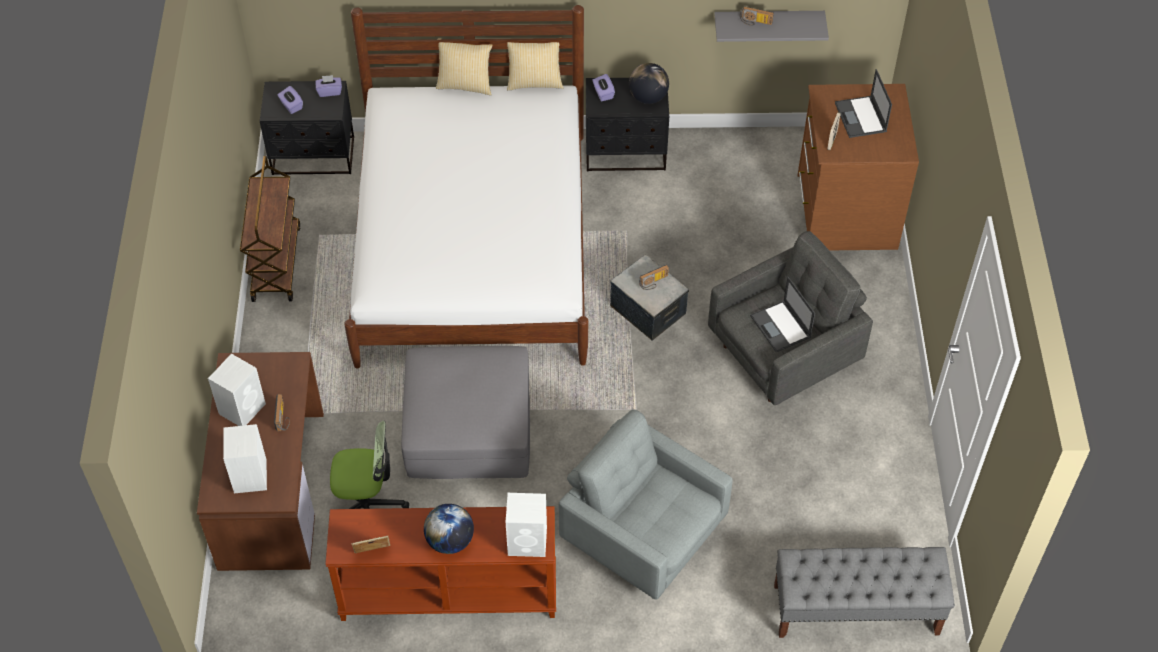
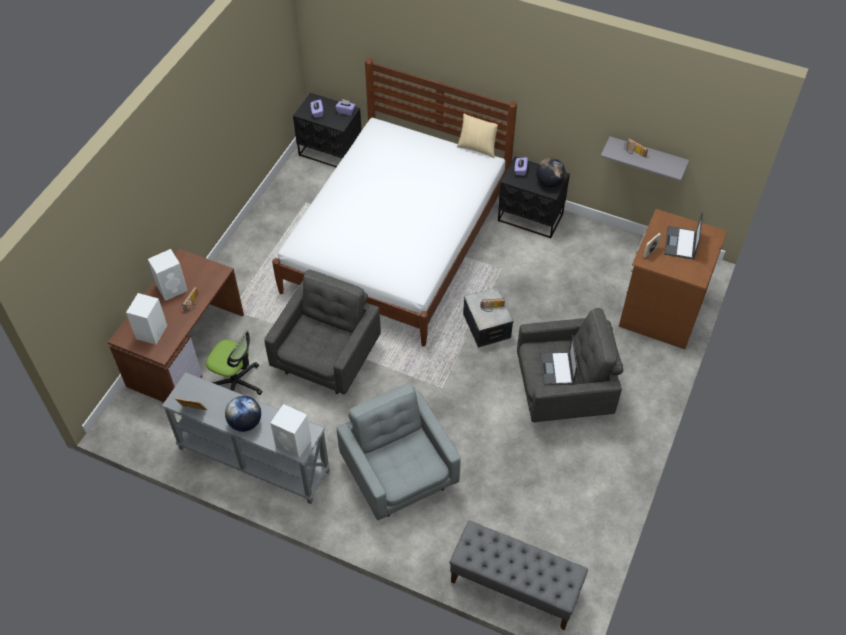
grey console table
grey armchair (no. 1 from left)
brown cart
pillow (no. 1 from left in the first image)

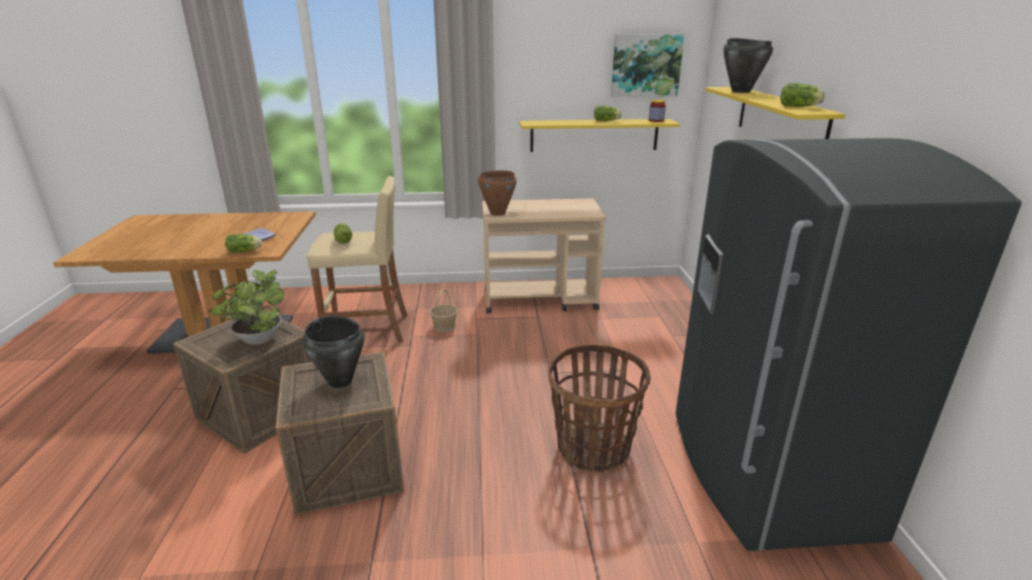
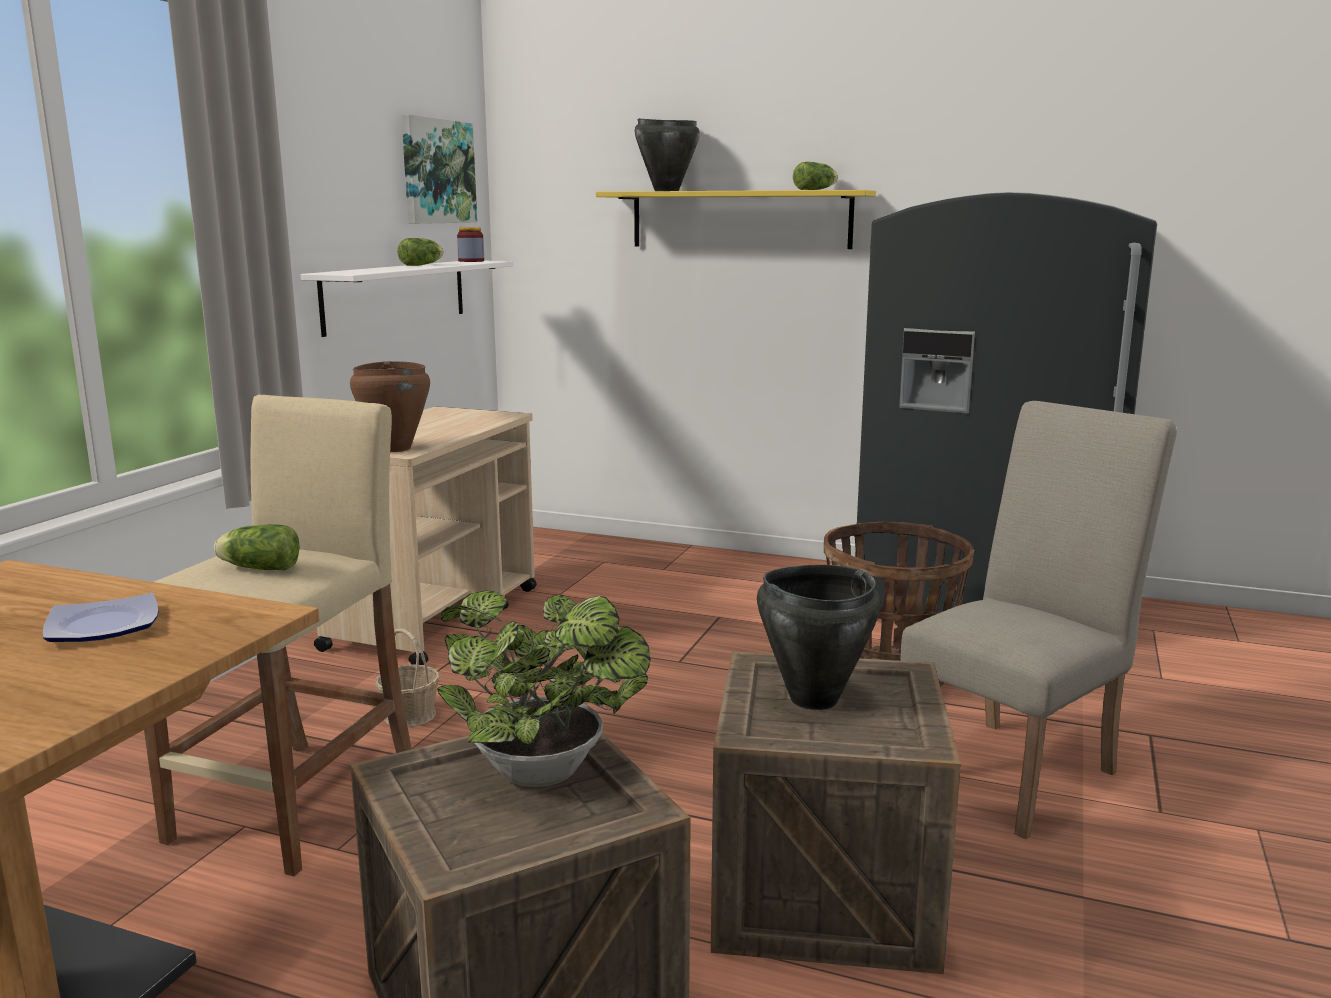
white shelf
beige chair
lettuce (no. 1 from left in the first image)

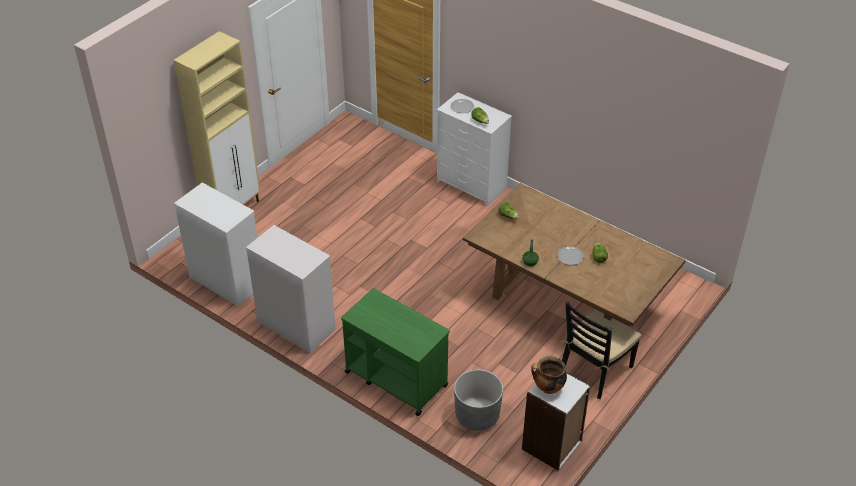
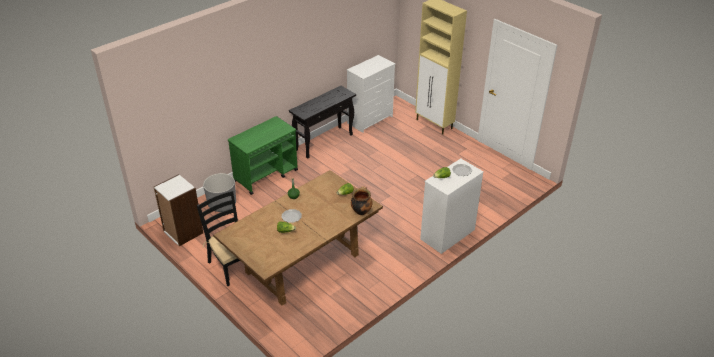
black console table
cooking pot

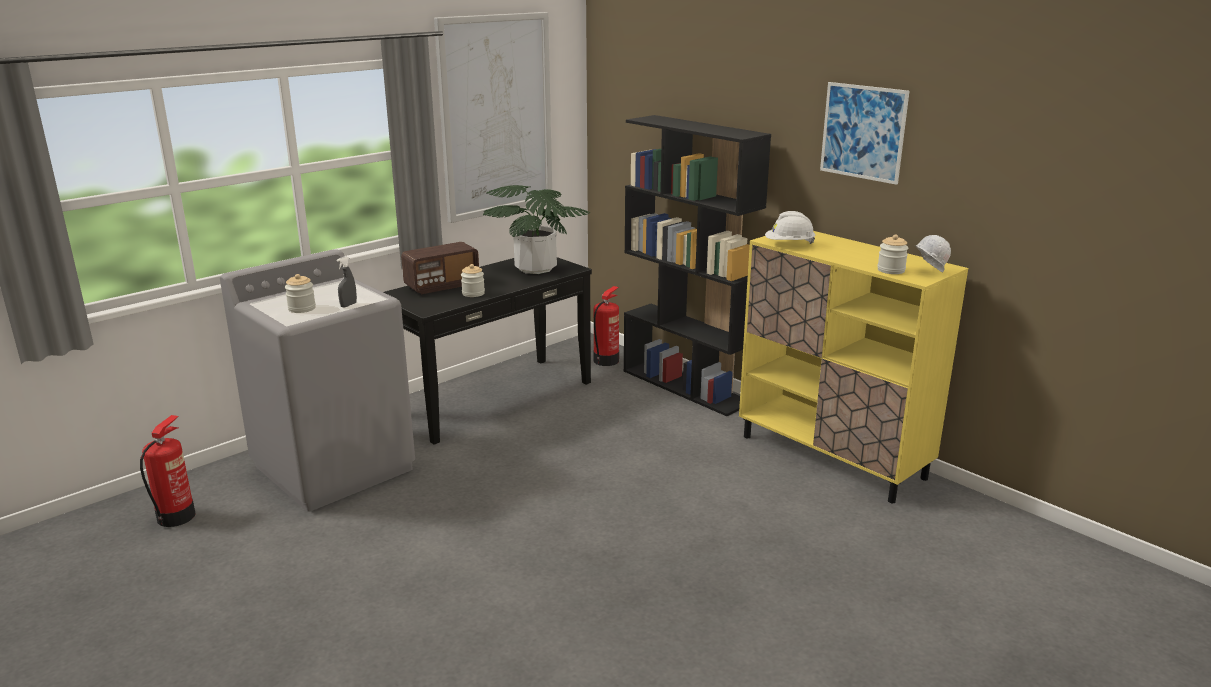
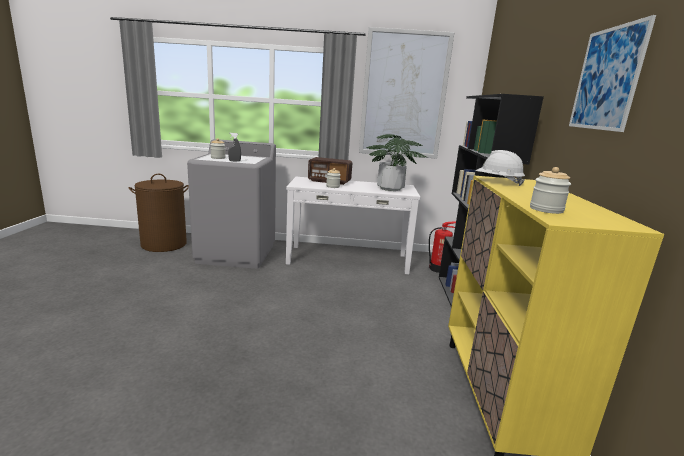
brown laundry basket
white console table
white hard hat (no. 2 from left in the first image)

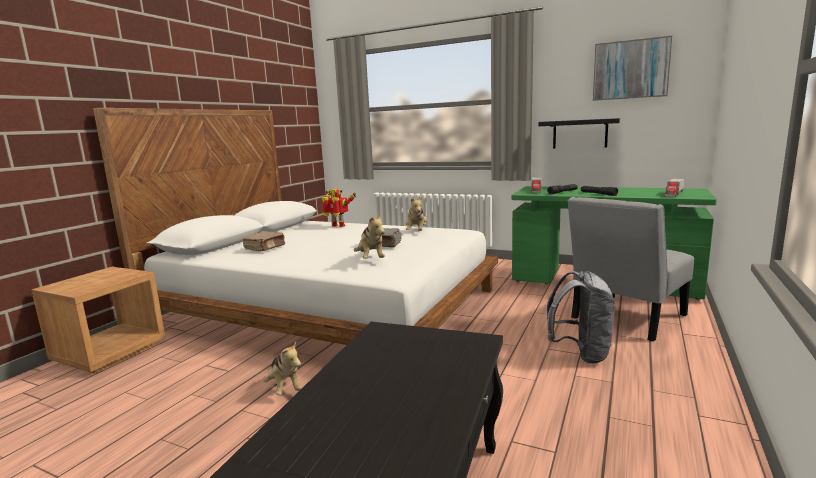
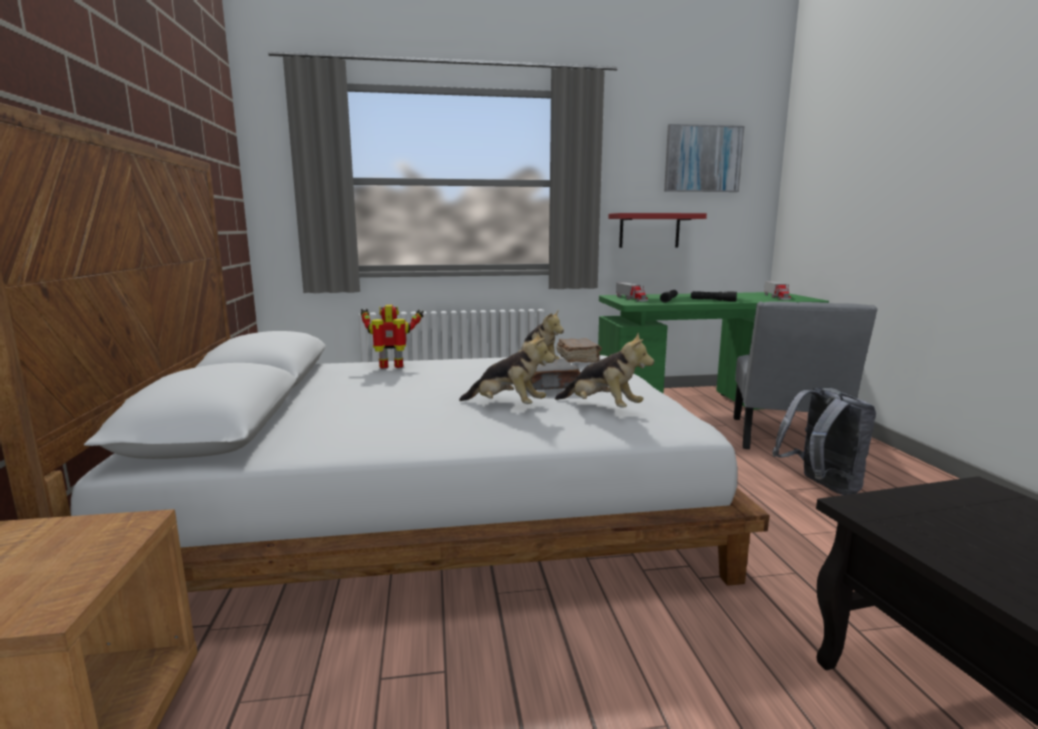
plush toy (no. 1 from left)
brown book
red shelf

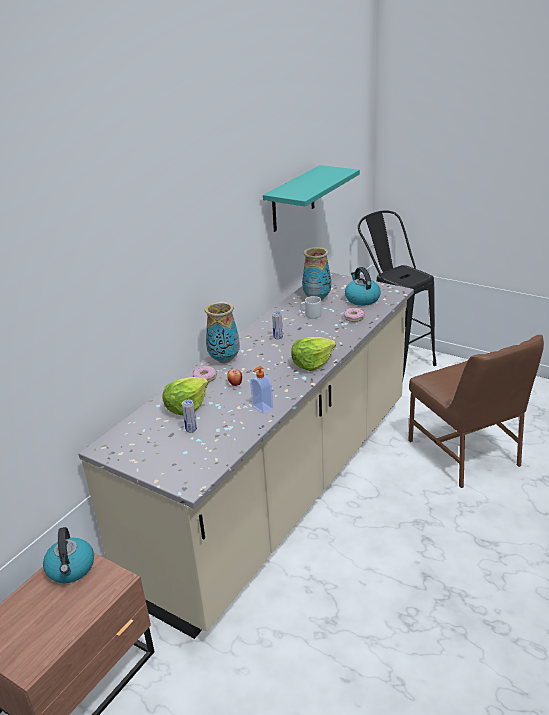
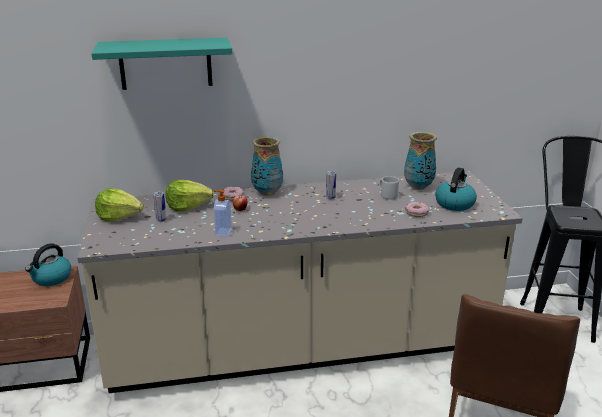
turquoise shelf
lettuce (no. 1 from left)

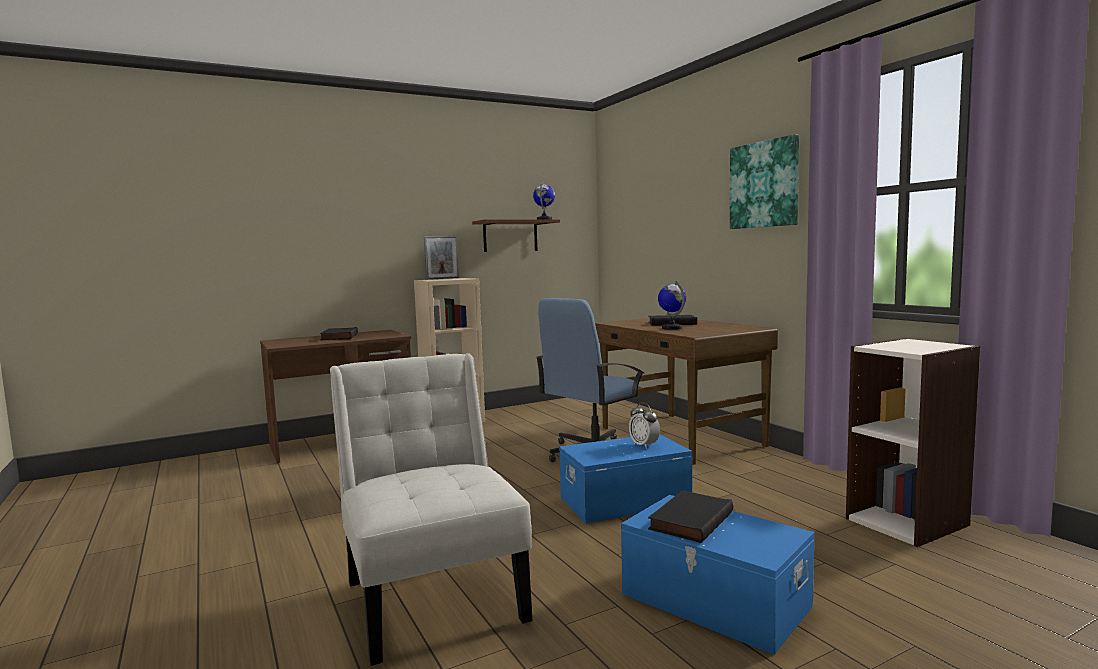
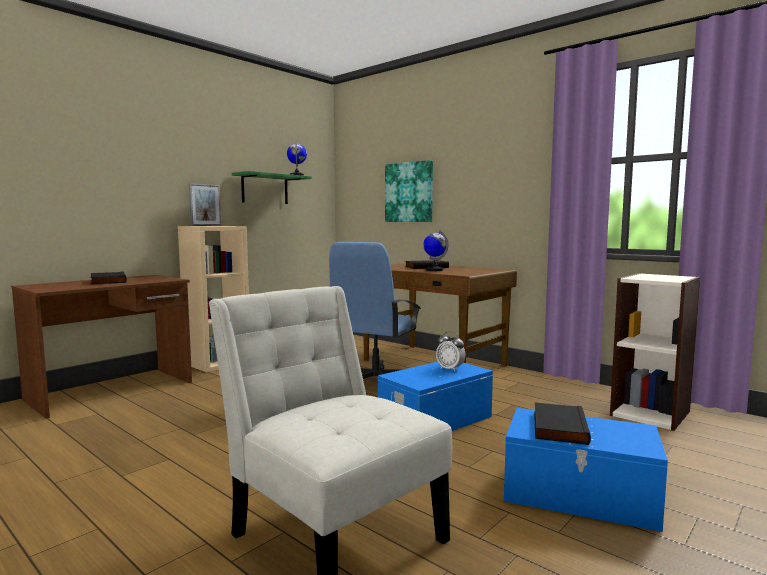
green shelf
picture

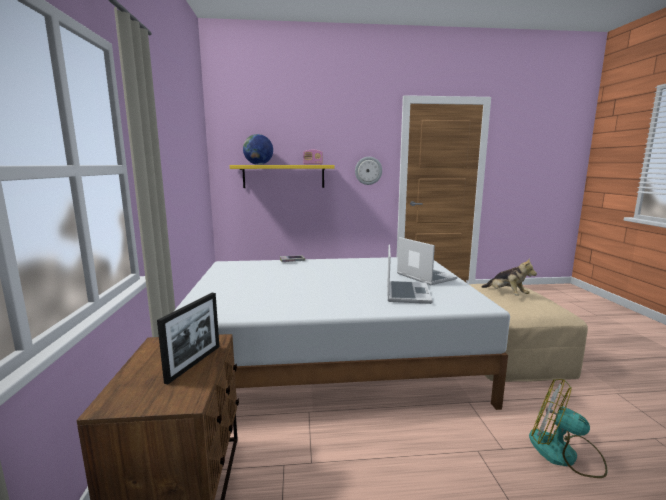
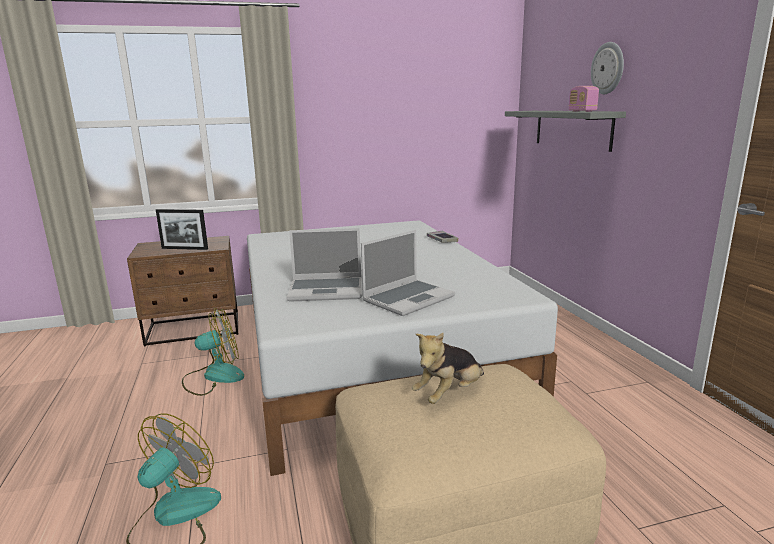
fan (no. 2 from left)
grey shelf
wall clock
globe

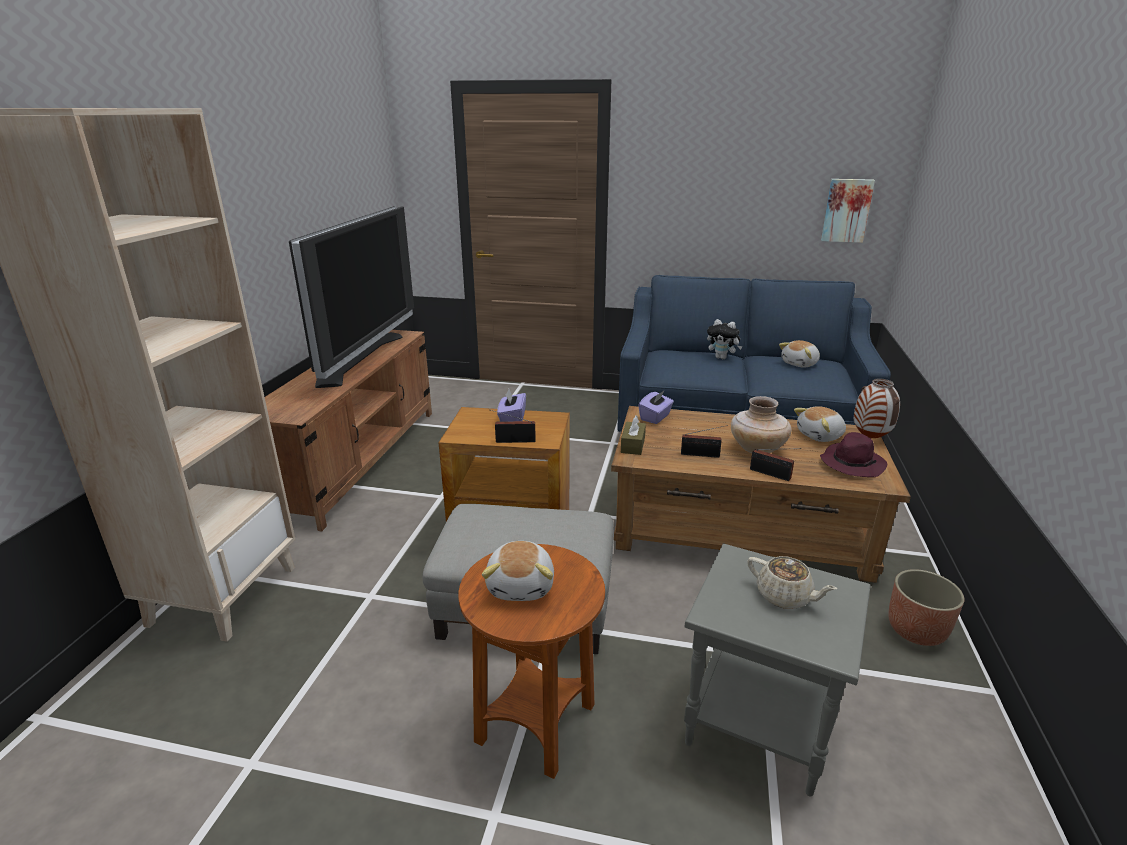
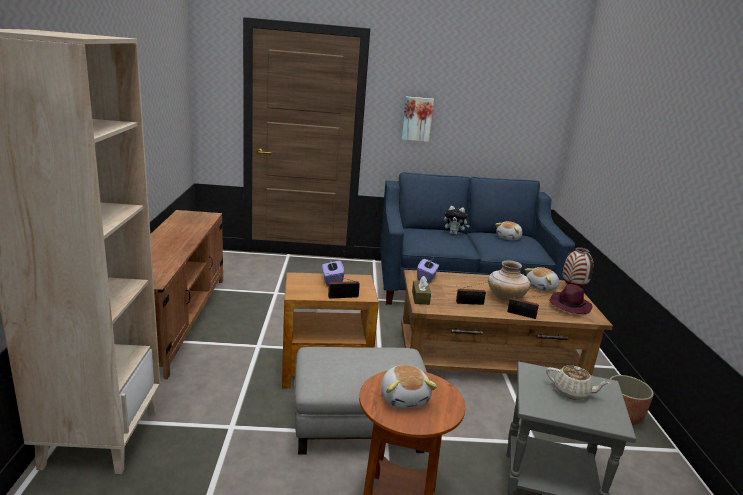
picture
television

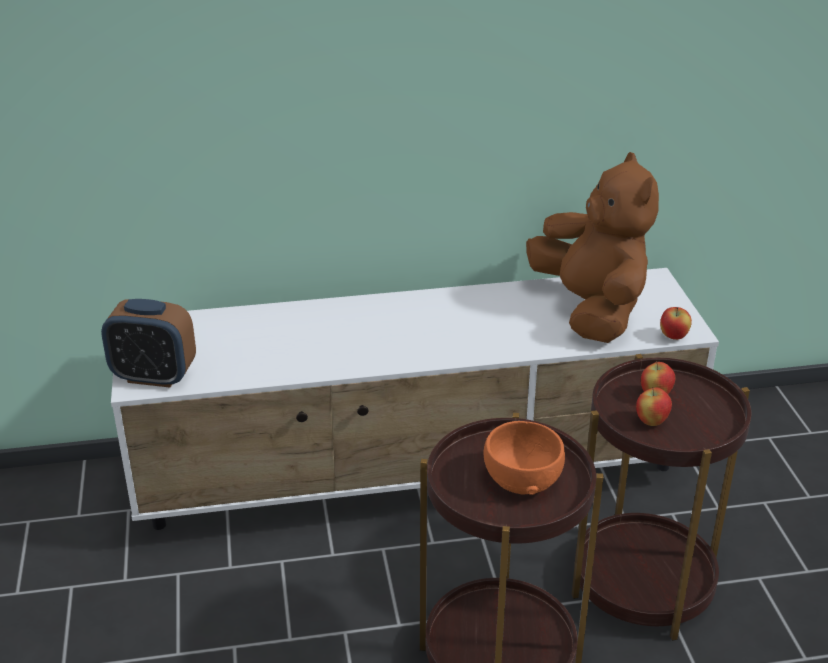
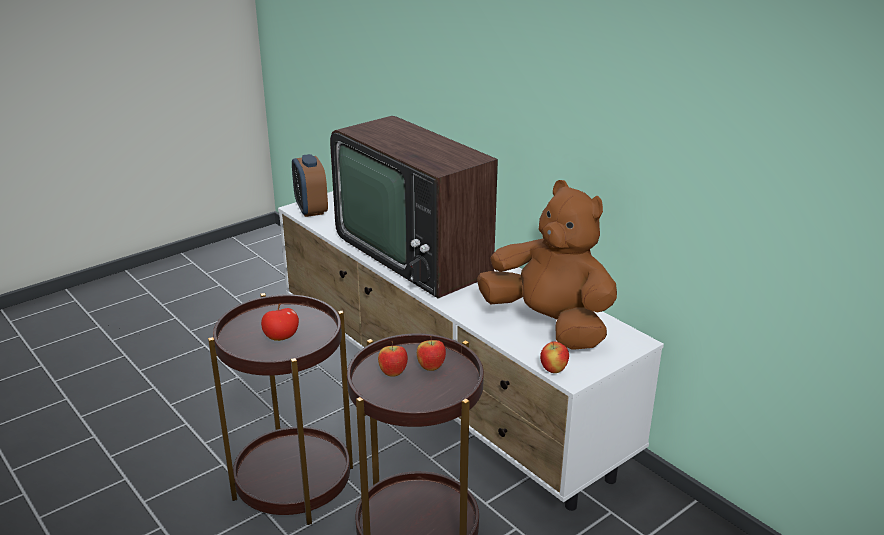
apple (no. 1 from left)
television
brown plush toy

